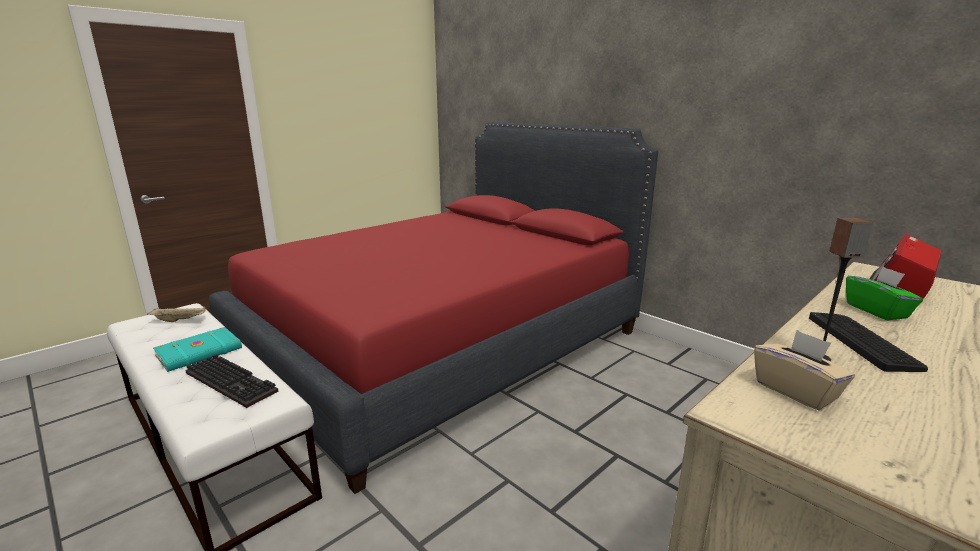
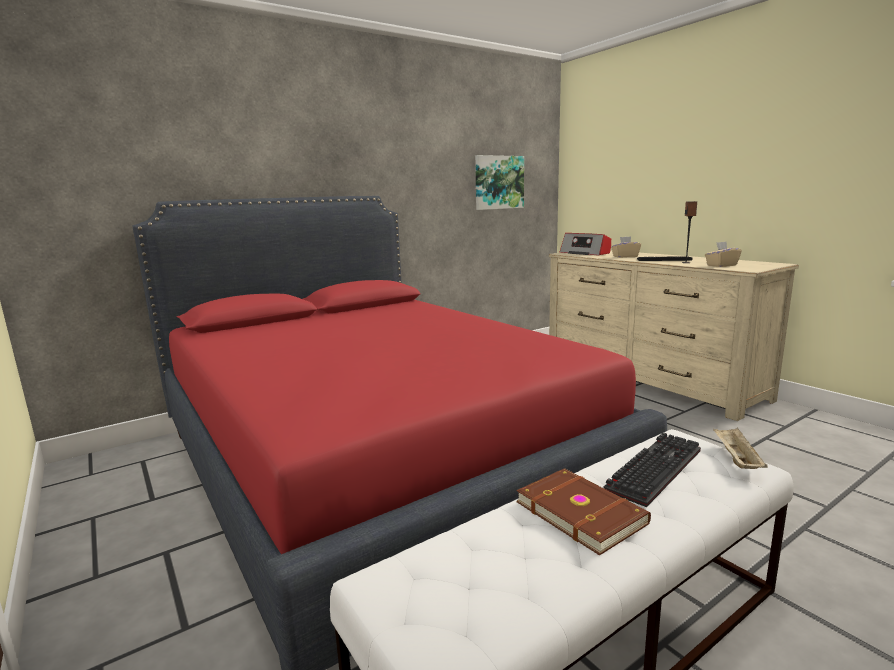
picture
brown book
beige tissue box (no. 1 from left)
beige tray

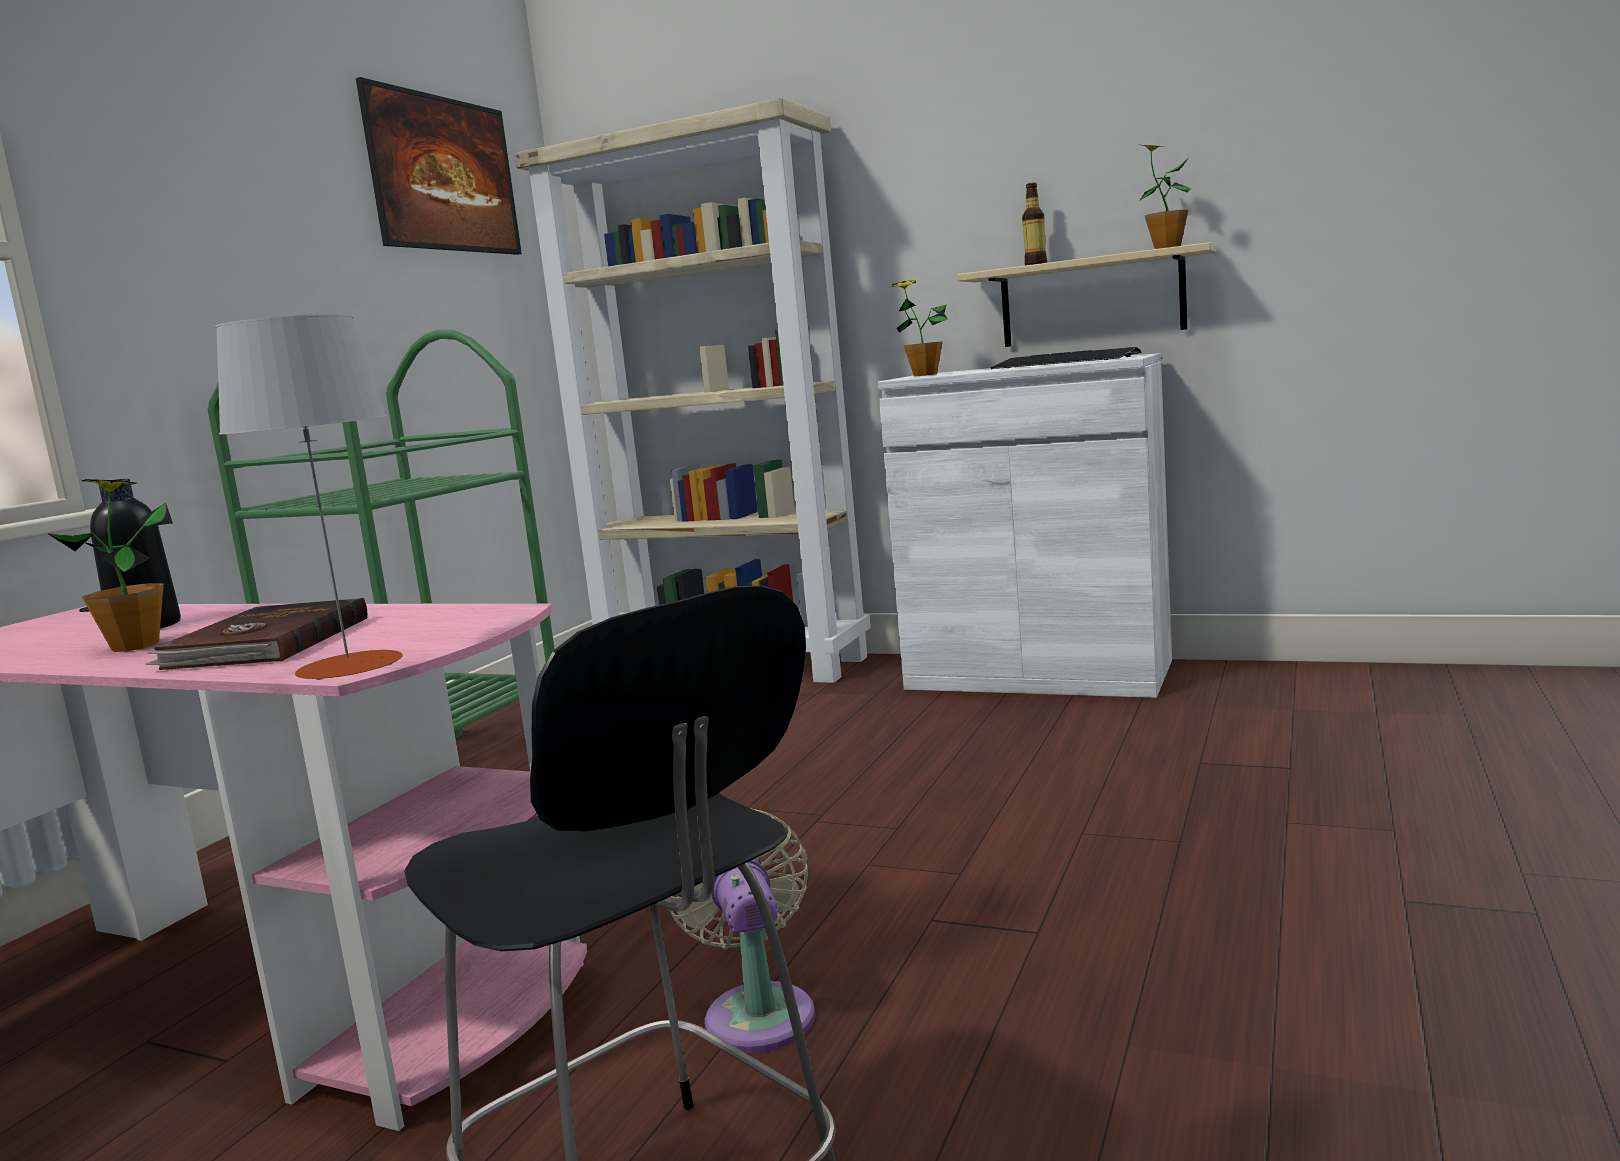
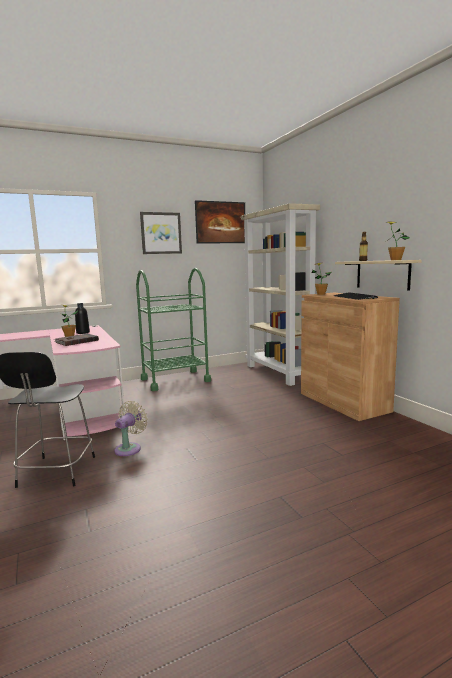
picture (no. 1 from left)
brown cabinet
grey table lamp

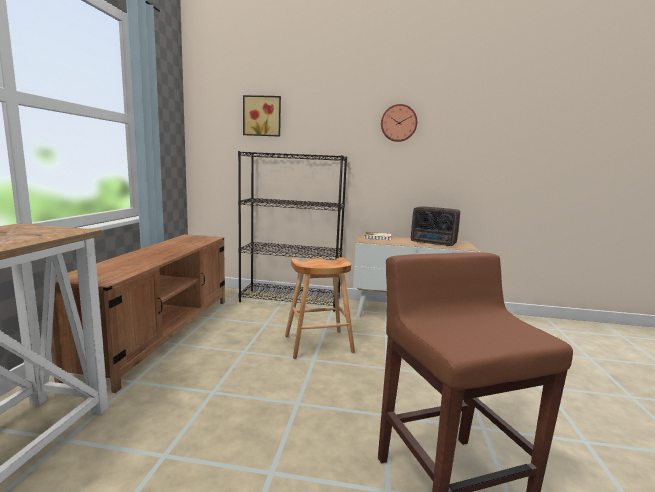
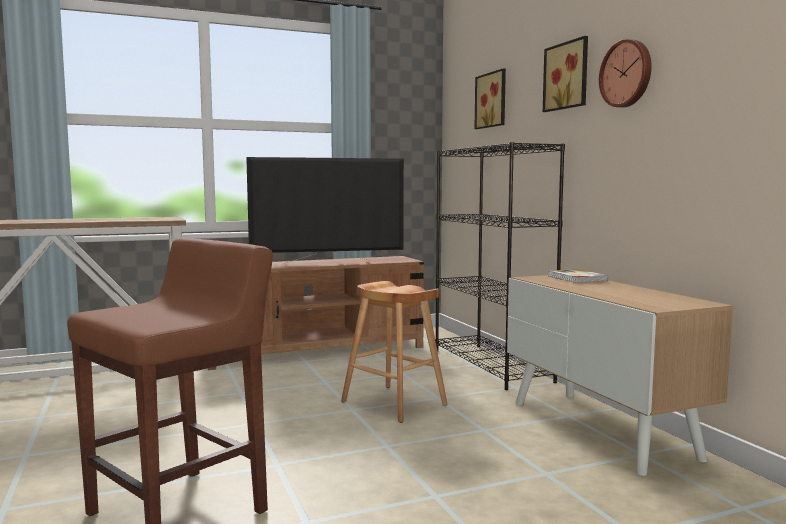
television
picture (no. 2 from left)
radio

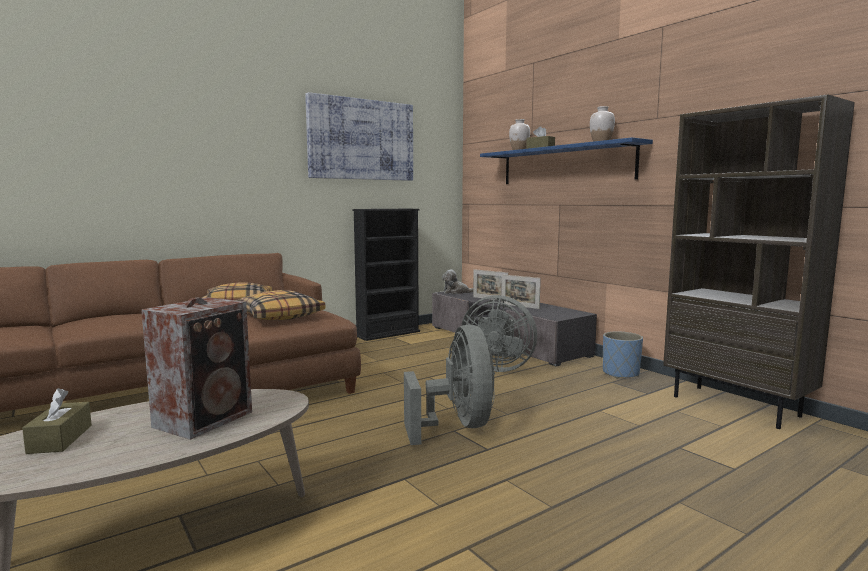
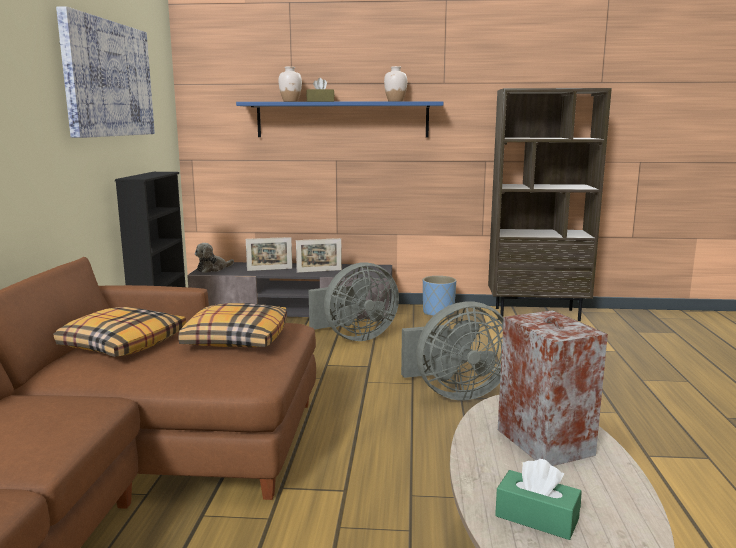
grey fan (no. 2 from left)
green tissue box

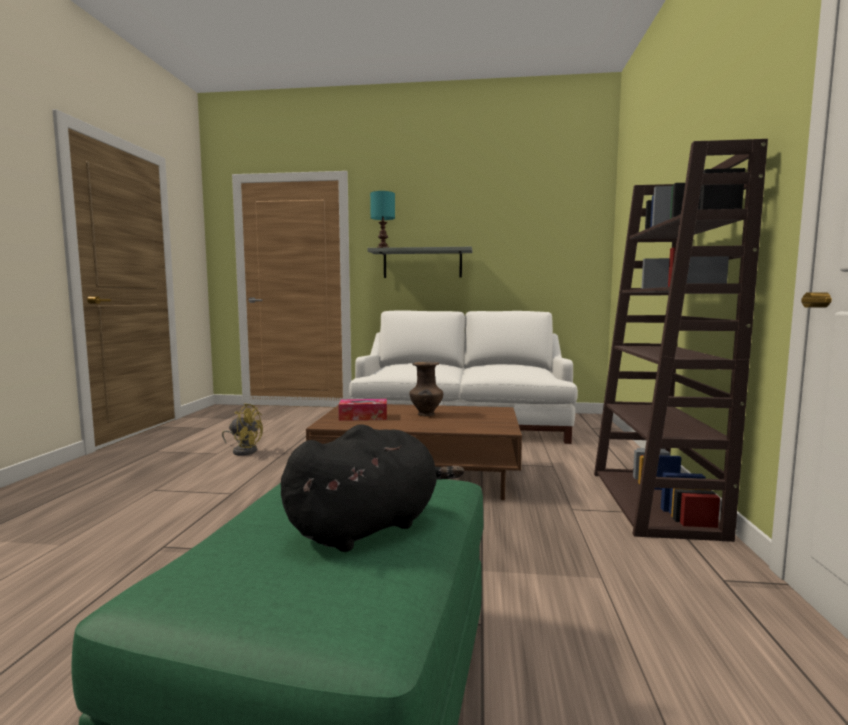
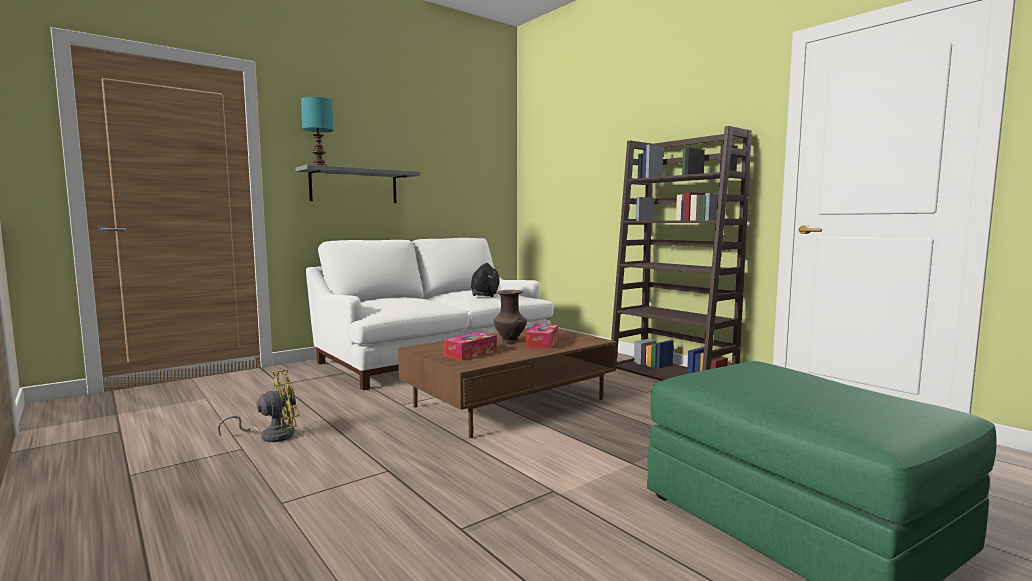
black plush toy
tissue box (no. 2 from left)

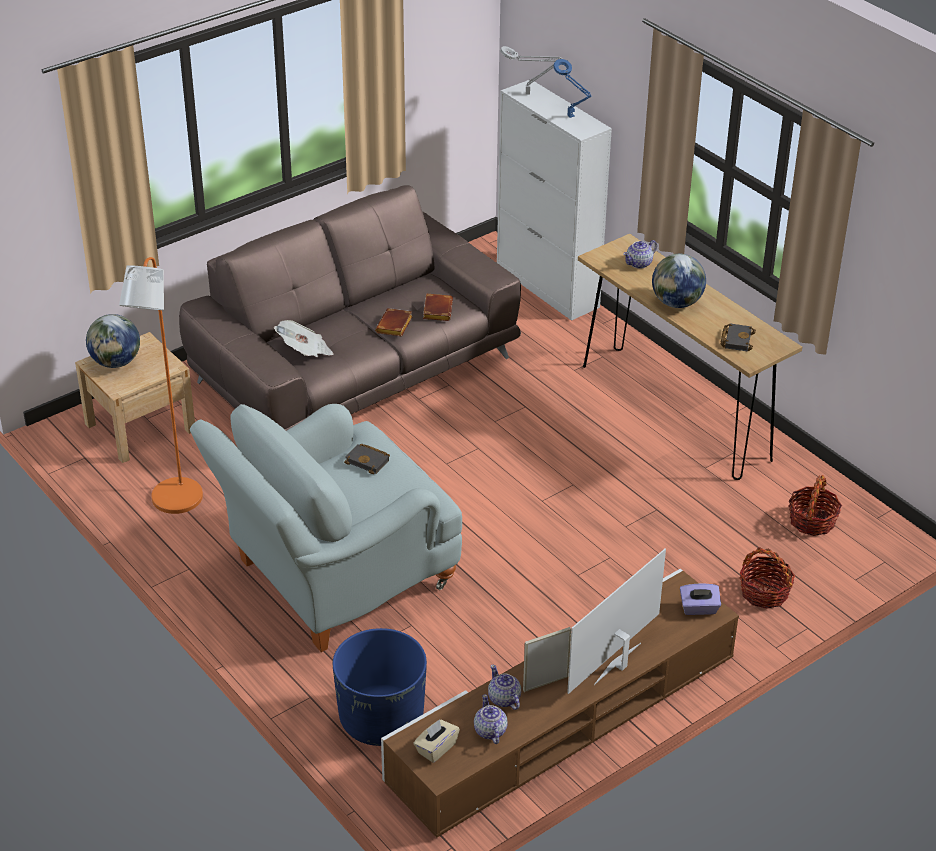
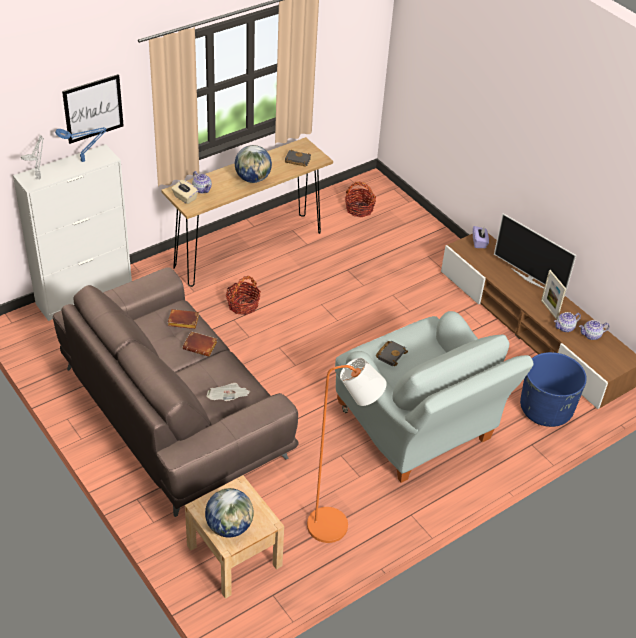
picture
beige tissue box
basket (no. 1 from left)

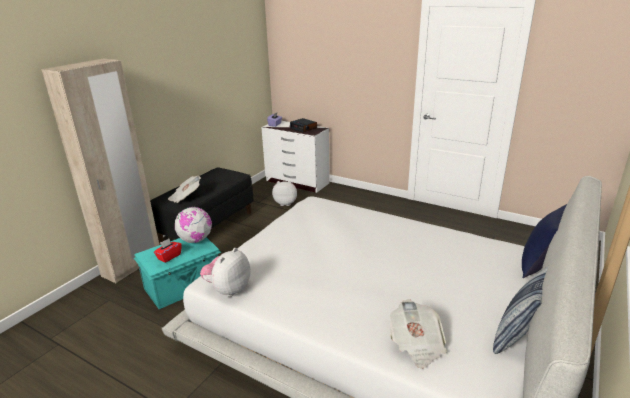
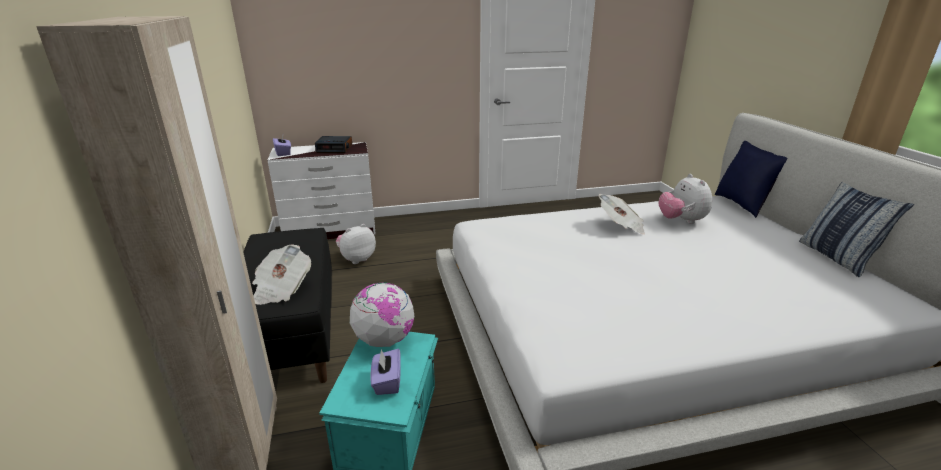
purple tissue box (no. 2 from left)
newspaper (no. 2 from left)
plush toy (no. 2 from left)

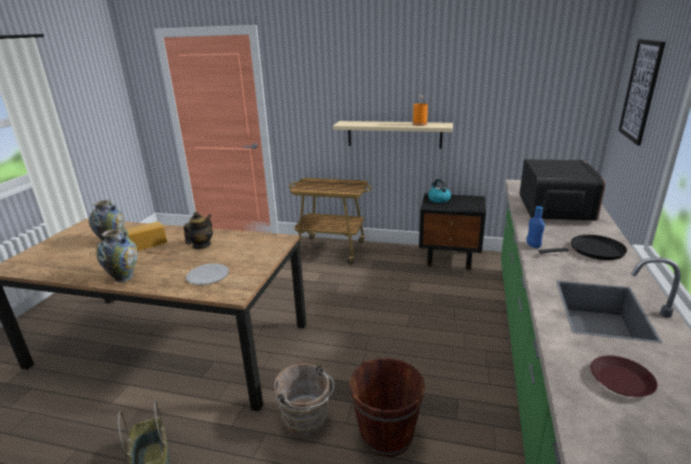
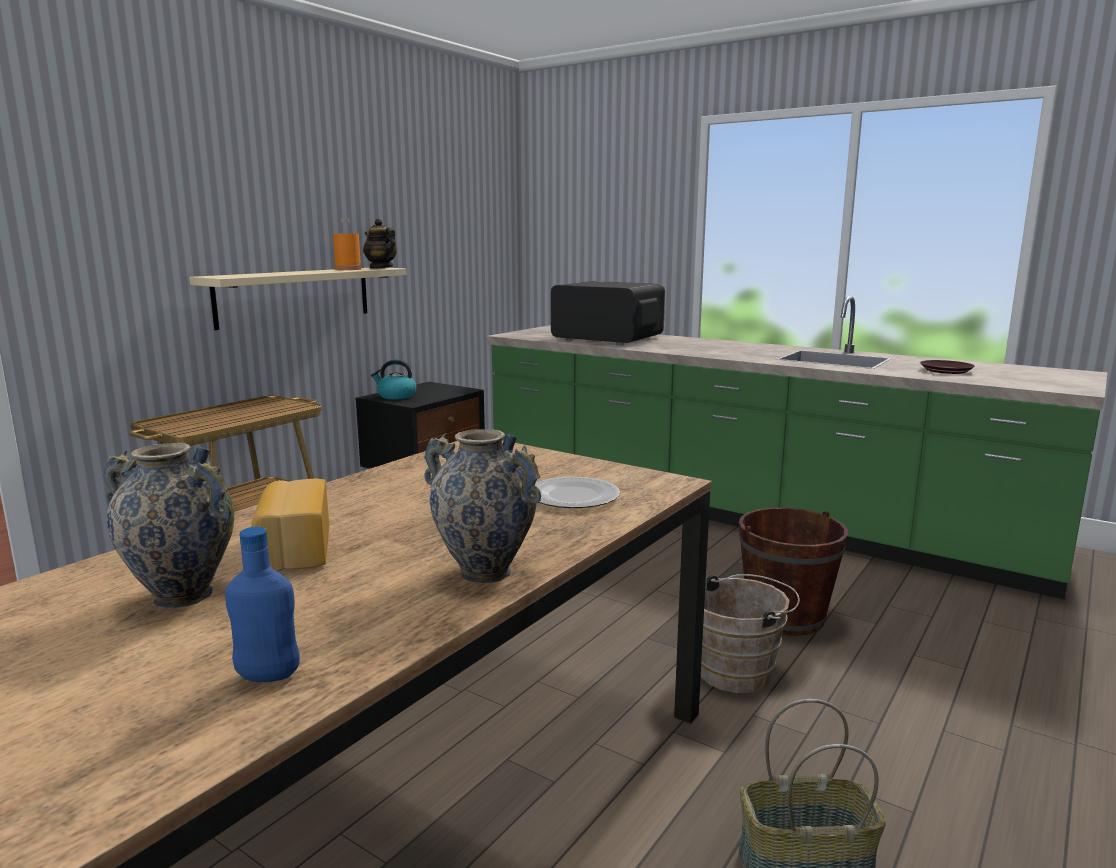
blue bottle
teapot
black frying pan
picture

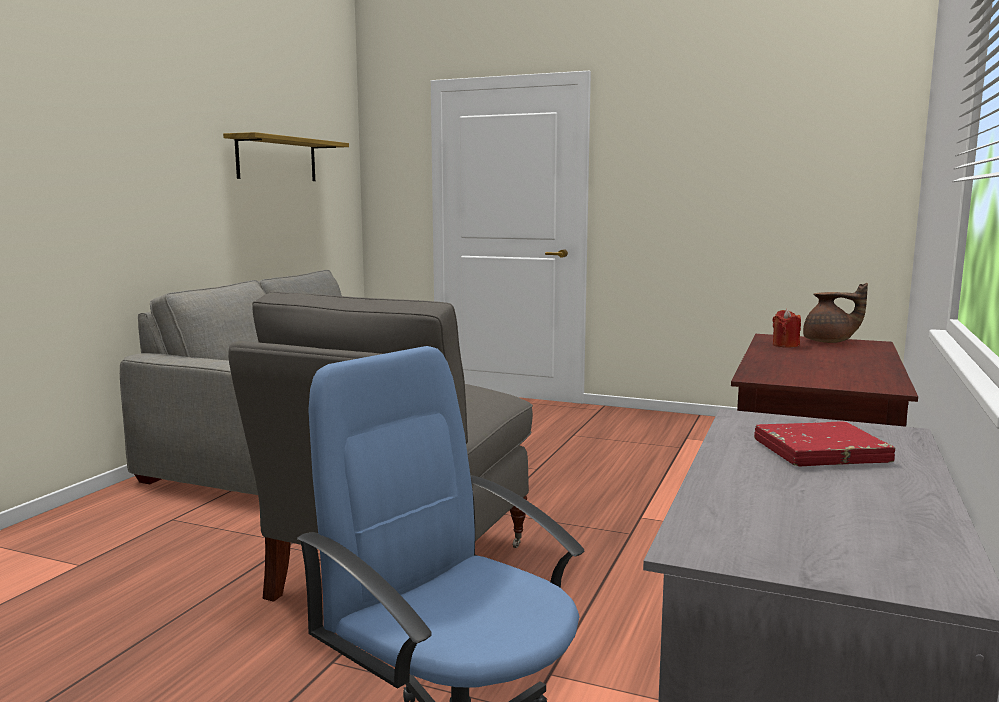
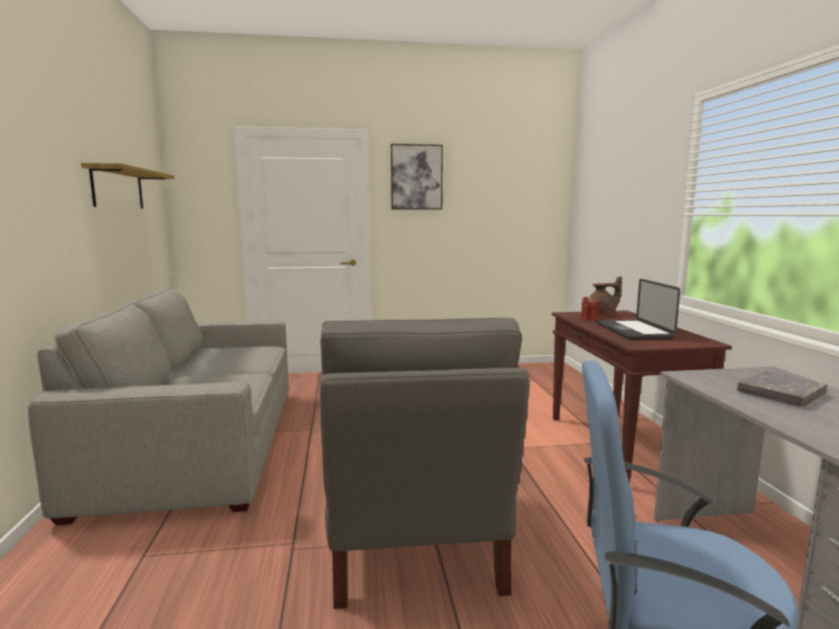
picture
laptop
grey book

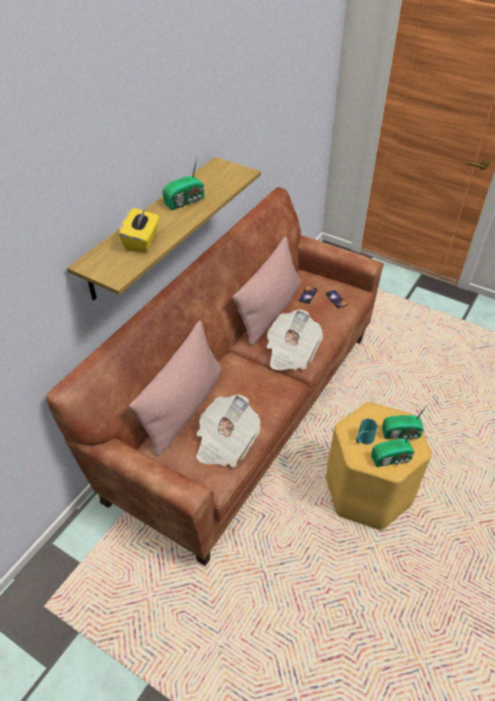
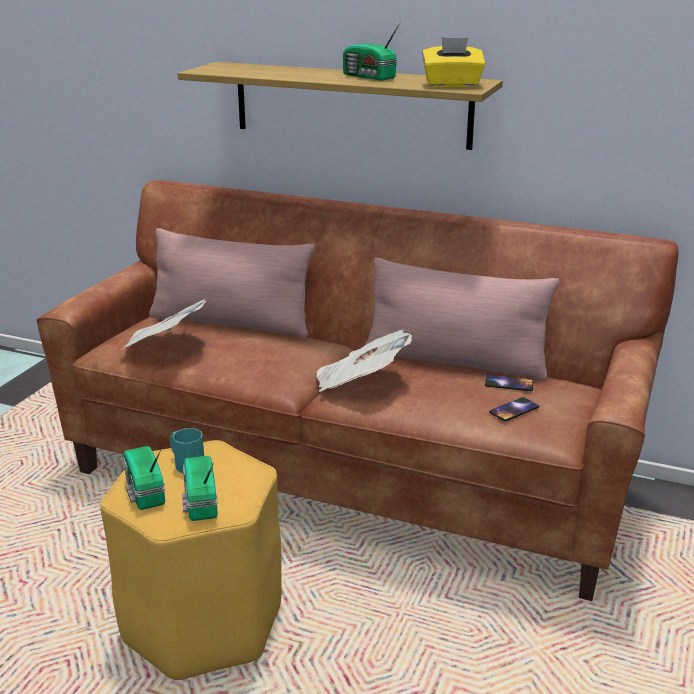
yellow tissue box

